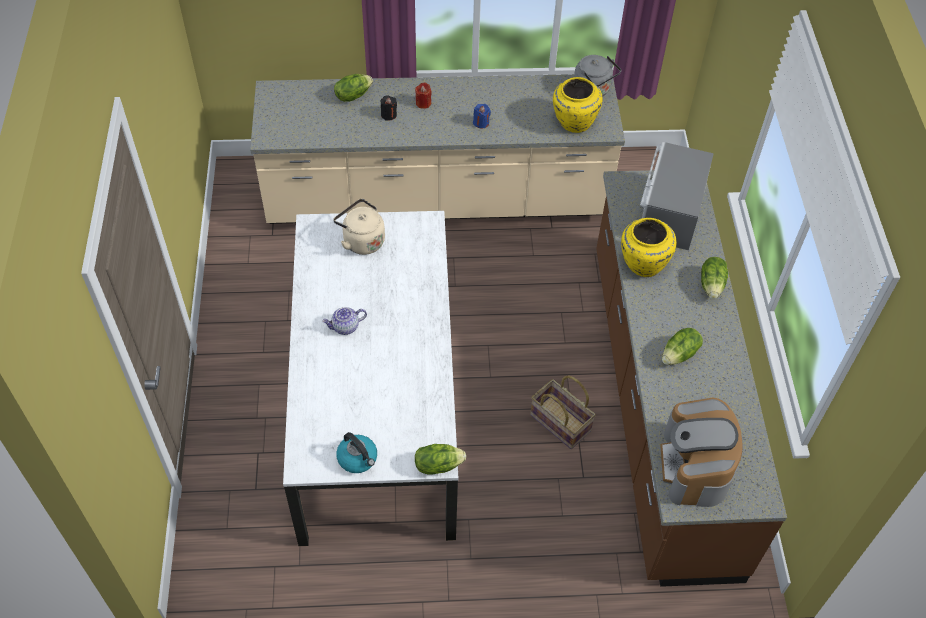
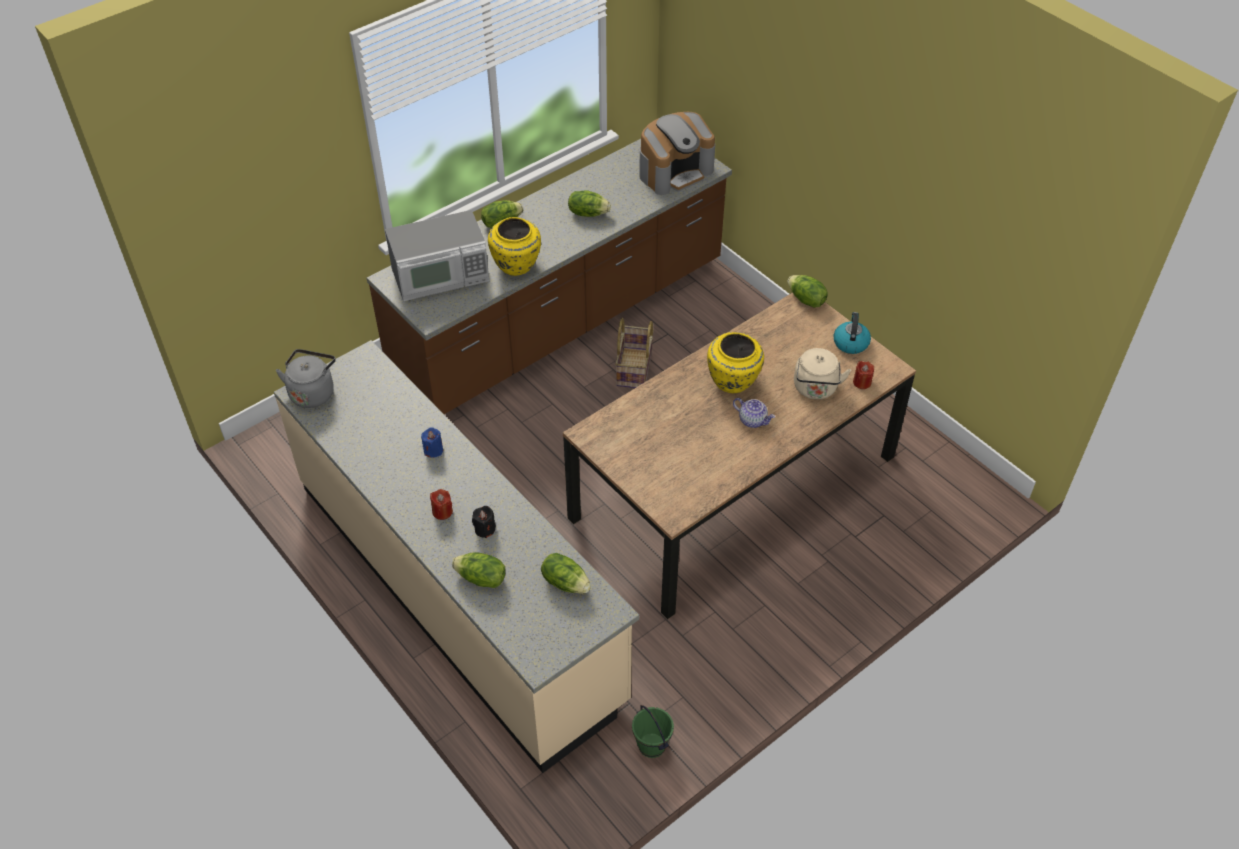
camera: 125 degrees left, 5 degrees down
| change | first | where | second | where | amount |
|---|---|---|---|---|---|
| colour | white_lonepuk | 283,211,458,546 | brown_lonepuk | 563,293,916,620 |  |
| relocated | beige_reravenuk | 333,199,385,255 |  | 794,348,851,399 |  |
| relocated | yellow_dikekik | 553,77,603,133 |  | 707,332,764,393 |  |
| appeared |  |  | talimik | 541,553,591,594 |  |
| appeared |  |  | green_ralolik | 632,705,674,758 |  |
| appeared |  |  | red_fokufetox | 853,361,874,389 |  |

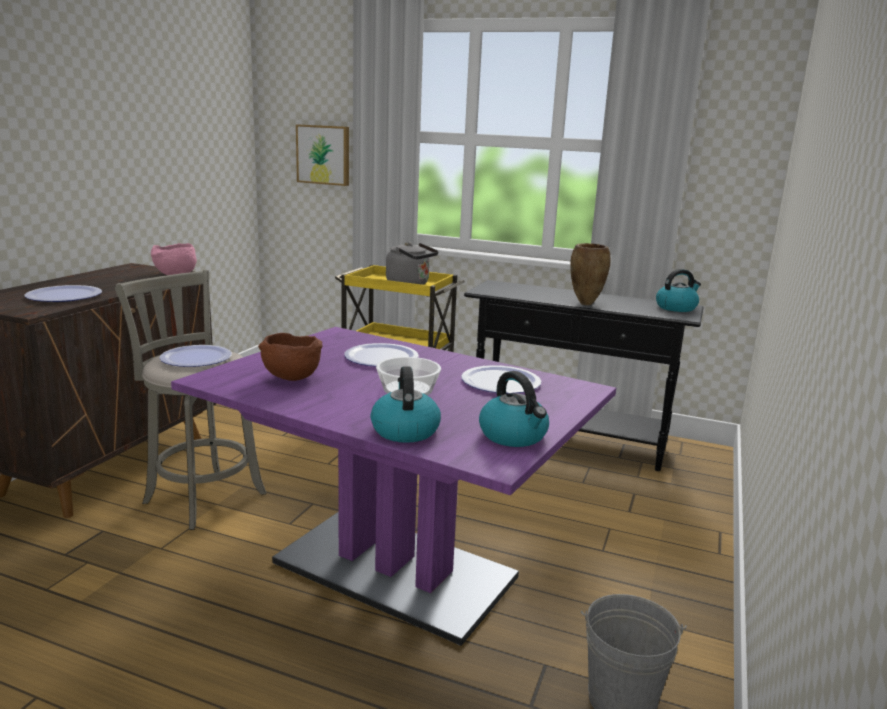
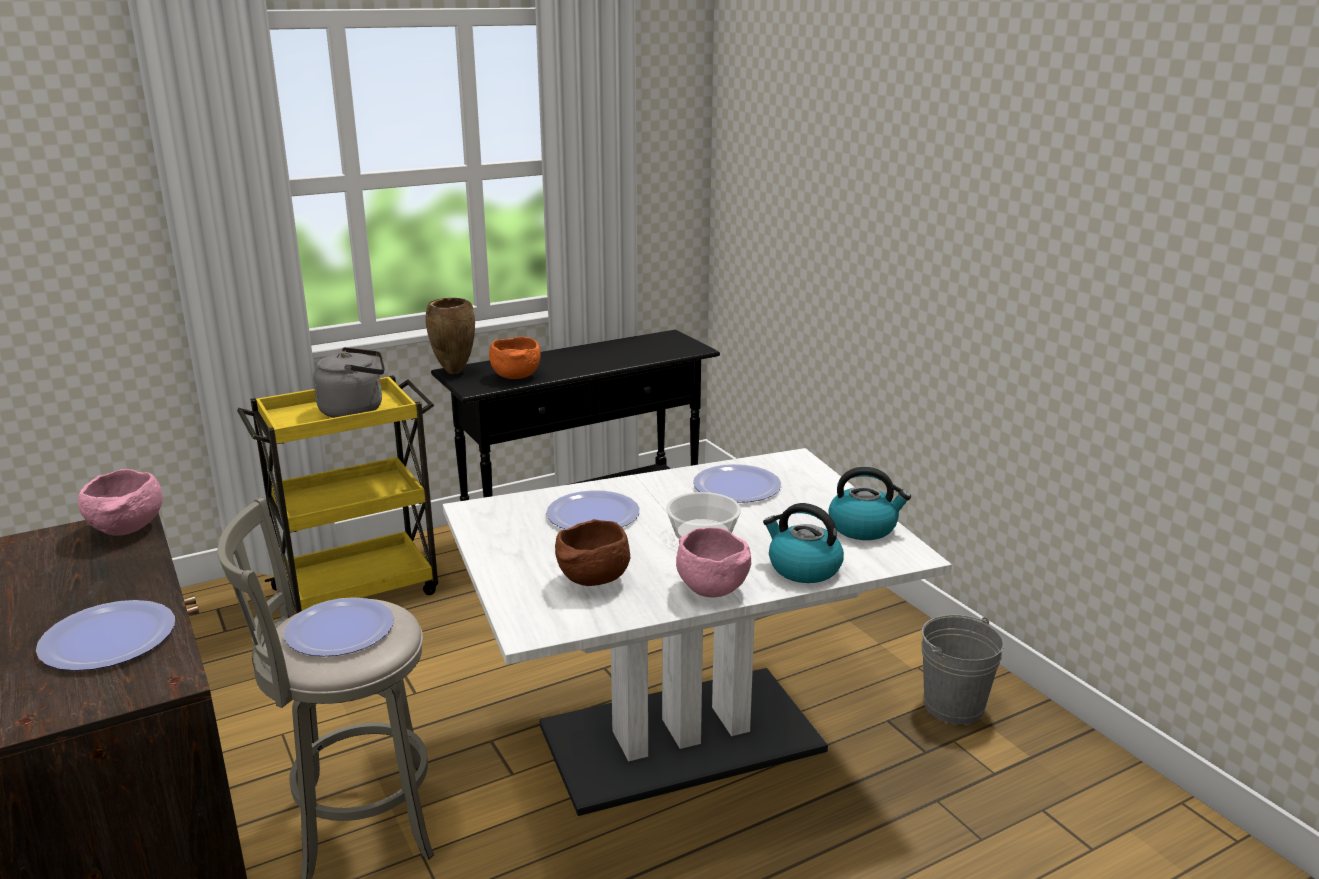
camera: 50 degrees left, 5 degrees up
| change | first | where | second | where | amount |
|---|---|---|---|---|---|
| colour | purple_lonepuk | 171,327,616,646 | white_lonepuk | 443,448,952,816 |  |
| missing | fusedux | 296,124,349,186 |  |  |  |
| relocated | brown_dikekik | 570,243,611,306 |  | 426,298,475,374 |  |
| missing | reravenuk | 656,269,701,312 |  |  |  |
| appeared |  |  | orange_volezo | 489,337,541,379 |  |
| appeared |  |  | pink_volezo | 676,527,751,598 |  |

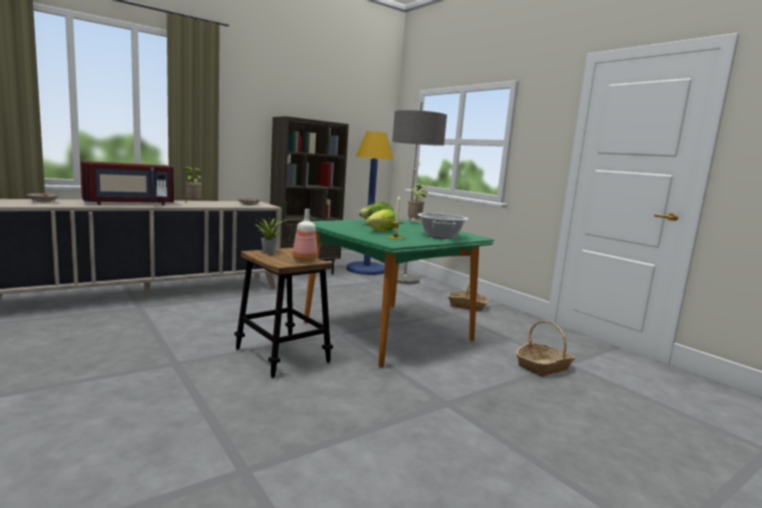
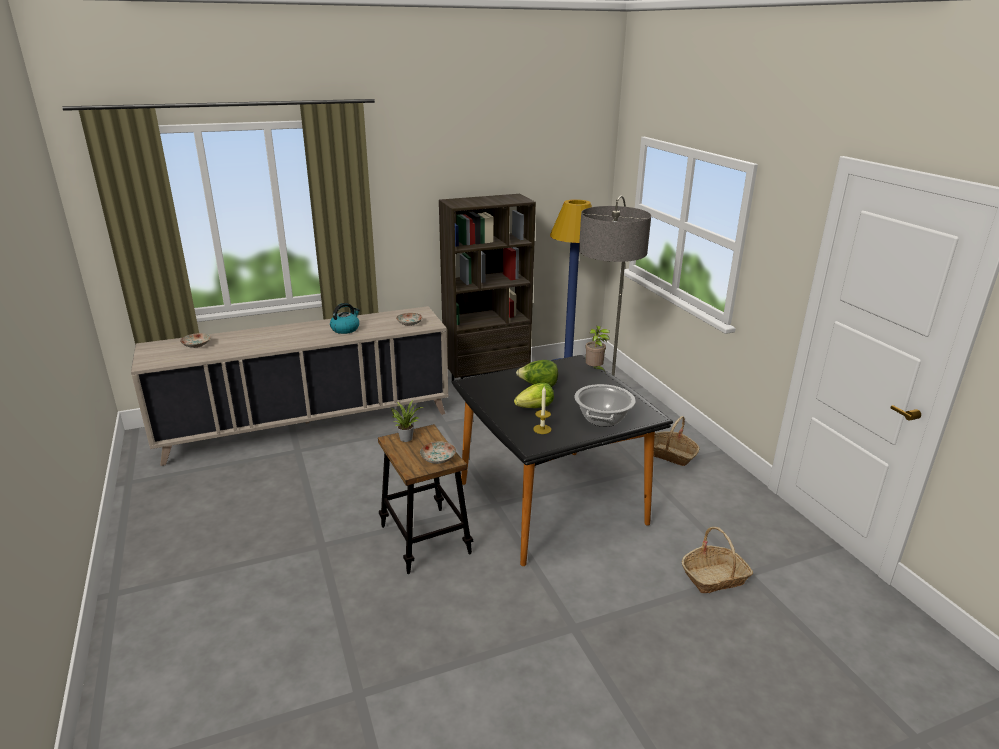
camera: 15 degrees right, 15 degrees up
| change | first | where | second | where | amount |
|---|---|---|---|---|---|
| missing | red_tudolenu | 80,161,174,205 |  |  |  |
| exchanged | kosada | 182,167,202,203 | reravenuk | 330,303,360,334 |  |
| exchanged | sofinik | 292,209,318,261 | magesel | 420,441,456,464 |  |
| colour | green_lonepuk | 304,219,495,368 | black_lonepuk | 452,355,673,566 |  |

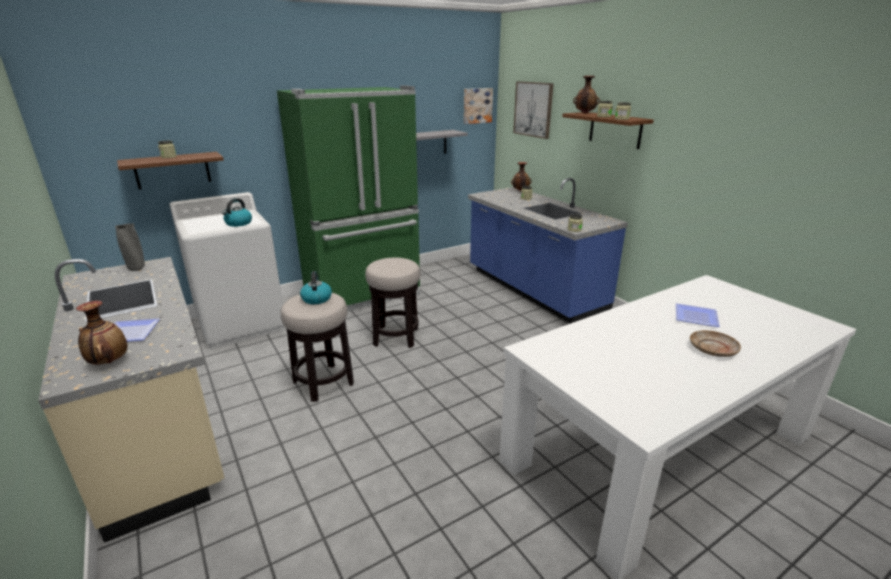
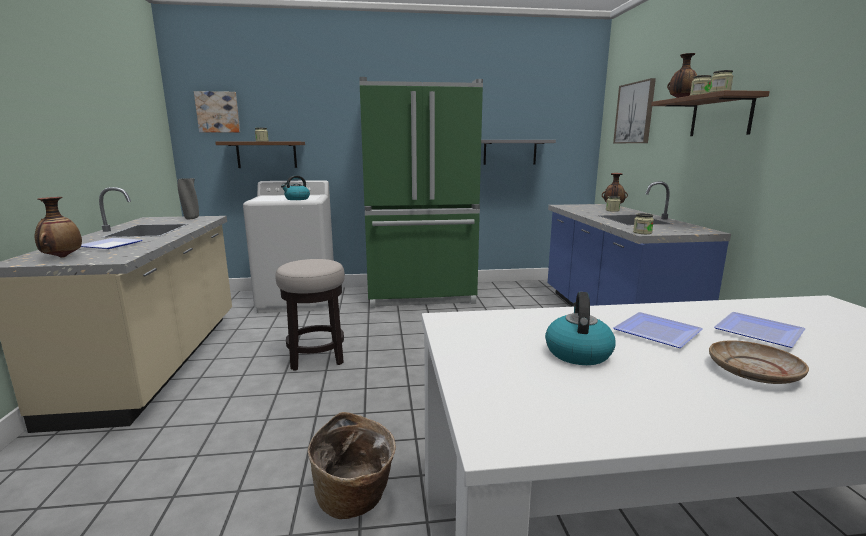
camera: 25 degrees right, 10 degrees down
| change | first | where | second | where | amount |
|---|---|---|---|---|---|
| relocated | reravenuk | 300,271,332,304 |  | 545,292,615,365 |  |
| missing | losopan | 365,258,421,348 |  |  |  |
| relocated | fusedux | 464,88,493,124 |  | 194,91,240,133 |  |
| appeared |  |  | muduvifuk | 308,412,396,519 |  |
| appeared |  |  | magesel | 613,312,703,348 |  |

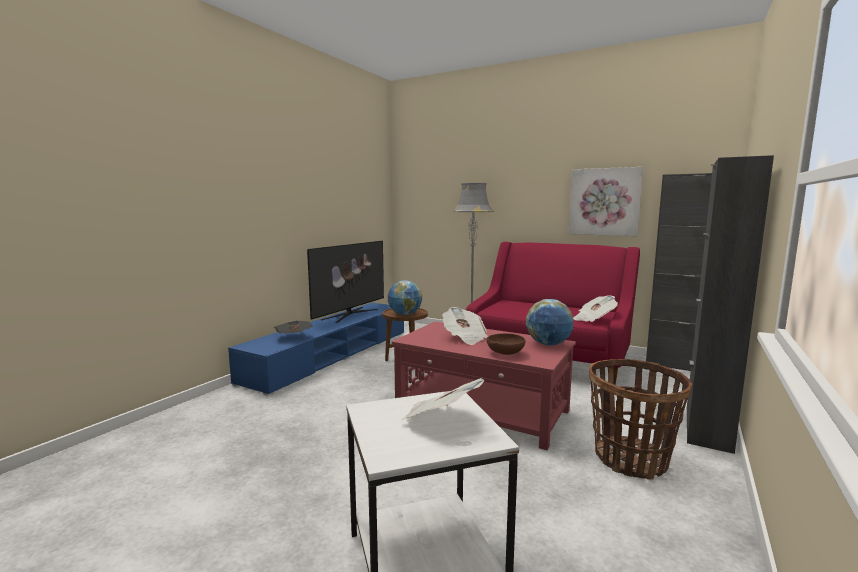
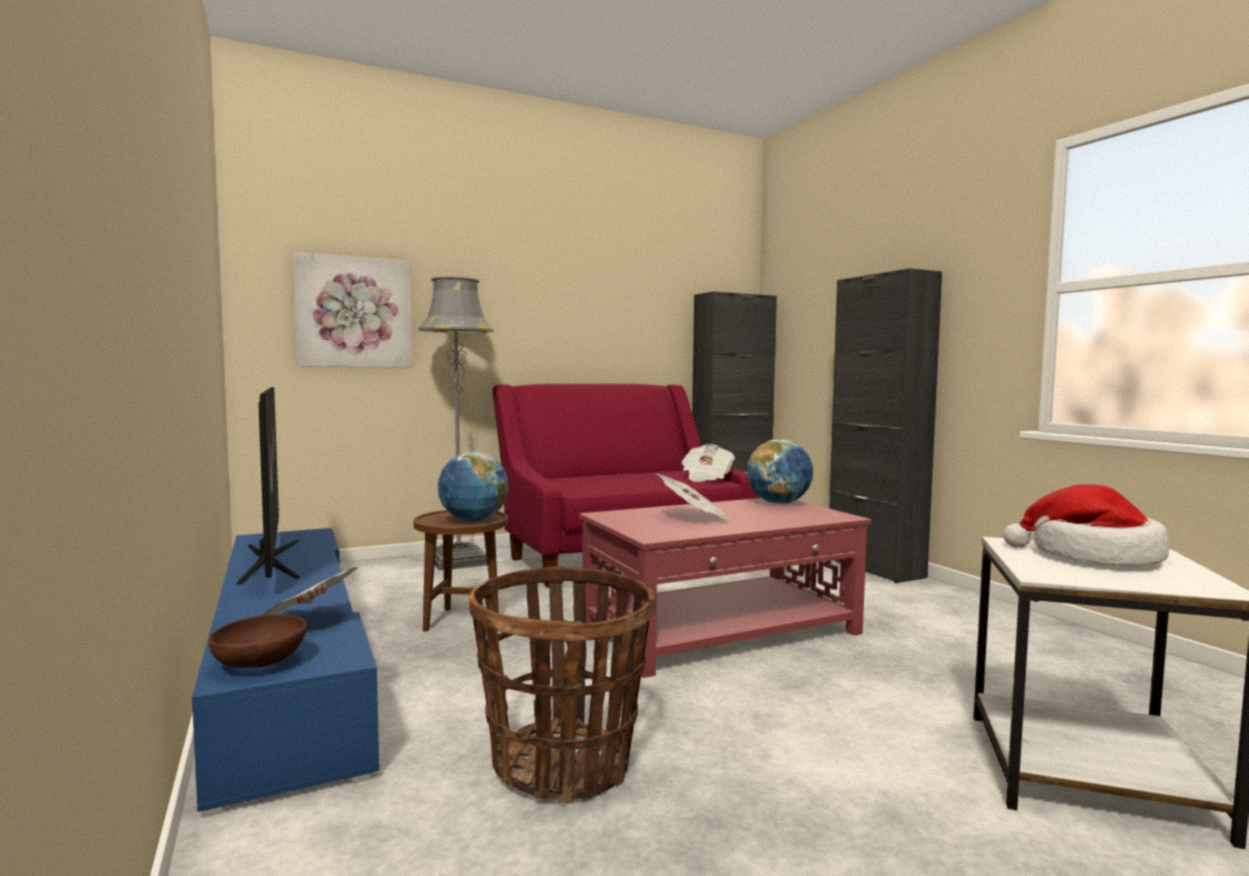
camera: 55 degrees left, 5 degrees down
| change | first | where | second | where | amount |
|---|---|---|---|---|---|
| exchanged | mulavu | 401,377,484,420 | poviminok | 1004,484,1169,566 |  |
| relocated | brown_volezo | 487,333,525,355 |  | 208,614,307,668 |  |
| relocated | fusedux | 569,167,643,236 |  | 293,252,412,368 |  |
| relocated | muduvifuk | 589,359,692,480 |  | 469,566,654,803 |  |

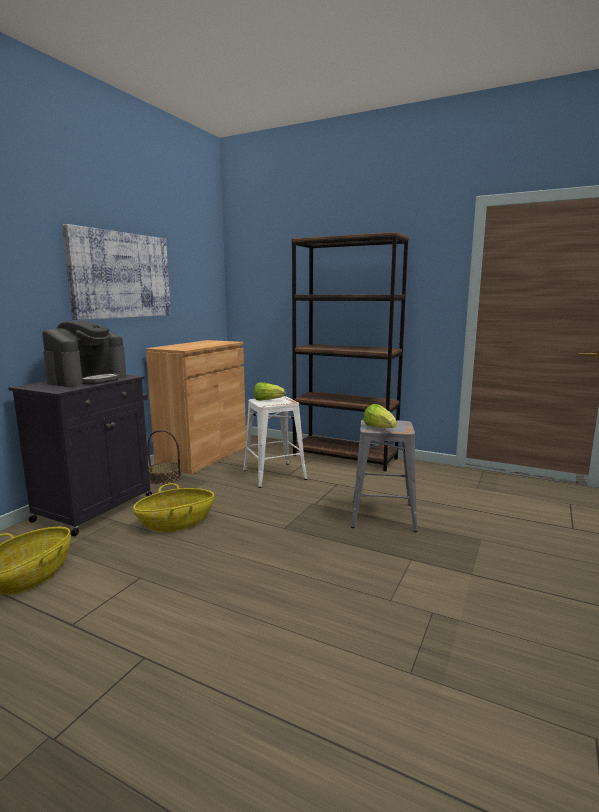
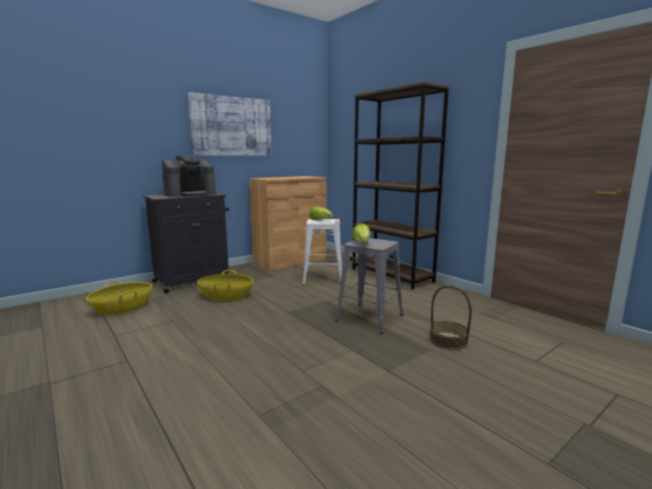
camera: 25 degrees right, 0 degrees up
| change | first | where | second | where | amount |
|---|---|---|---|---|---|
| relocated | muduvifuk | 147,430,182,484 |  | 429,285,472,350 |  |

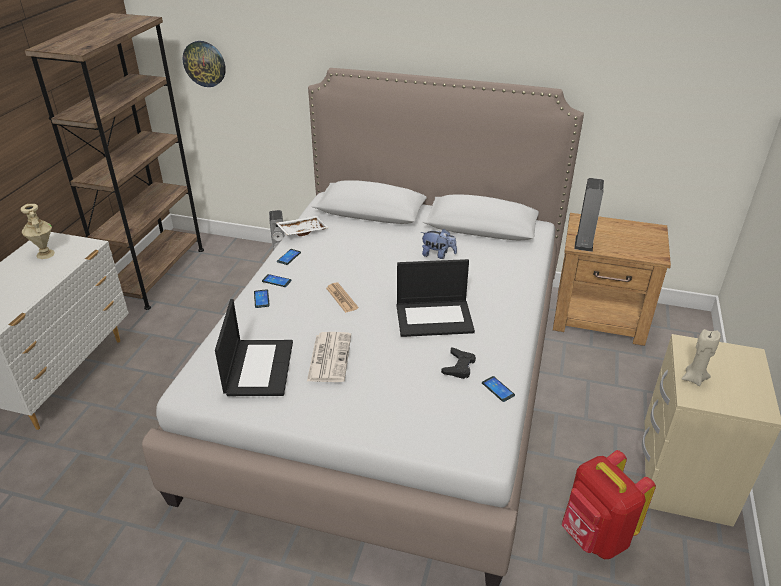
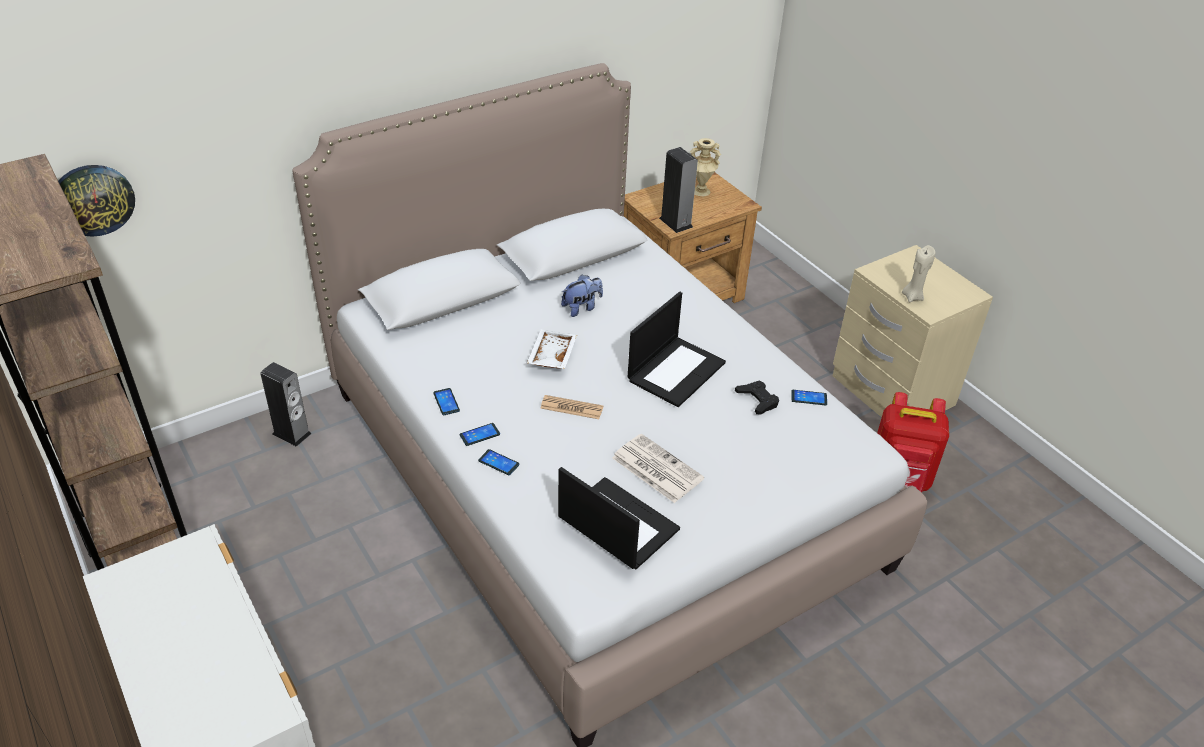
camera: 50 degrees left, 5 degrees up
| change | first | where | second | where | amount |
|---|---|---|---|---|---|
| relocated | beige_dikekik | 20,204,55,259 |  | 690,138,721,197 |  |
| relocated | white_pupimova | 276,216,329,236 |  | 527,329,577,369 |  |

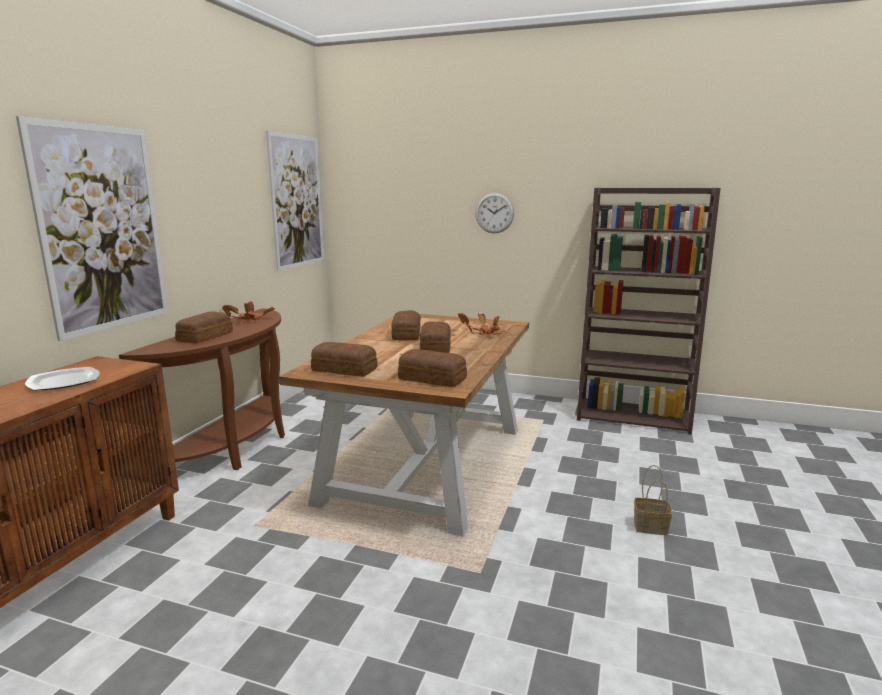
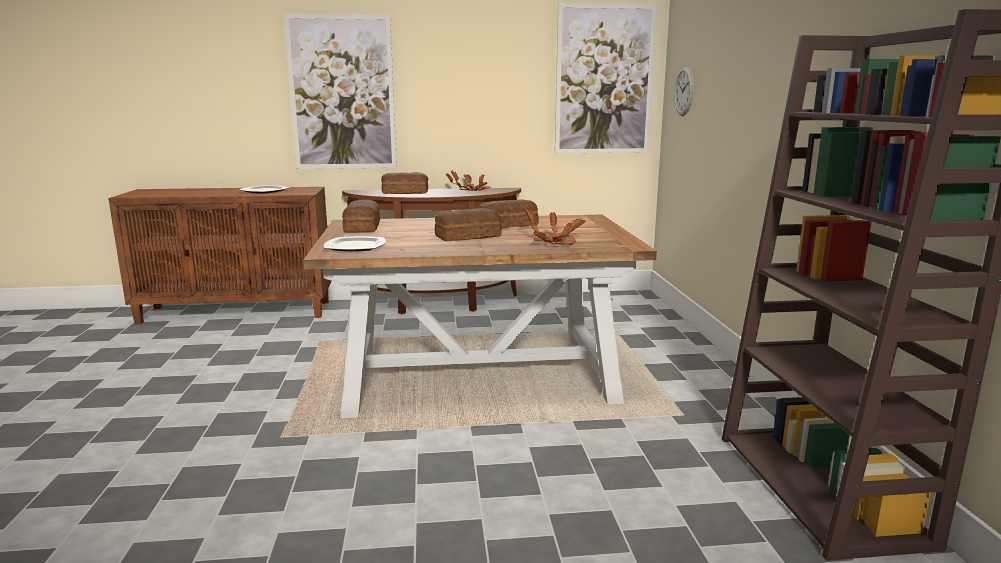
camera: 65 degrees right, 0 degrees up
| change | first | where | second | where | amount |
|---|---|---|---|---|---|
| exchanged | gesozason | 398,349,467,387 | magesel | 324,236,386,251 |  |
| relocated | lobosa | 475,193,514,233 |  | 674,67,694,116 |  |
| missing | muduvifuk | 634,465,672,535 |  |  |  |

